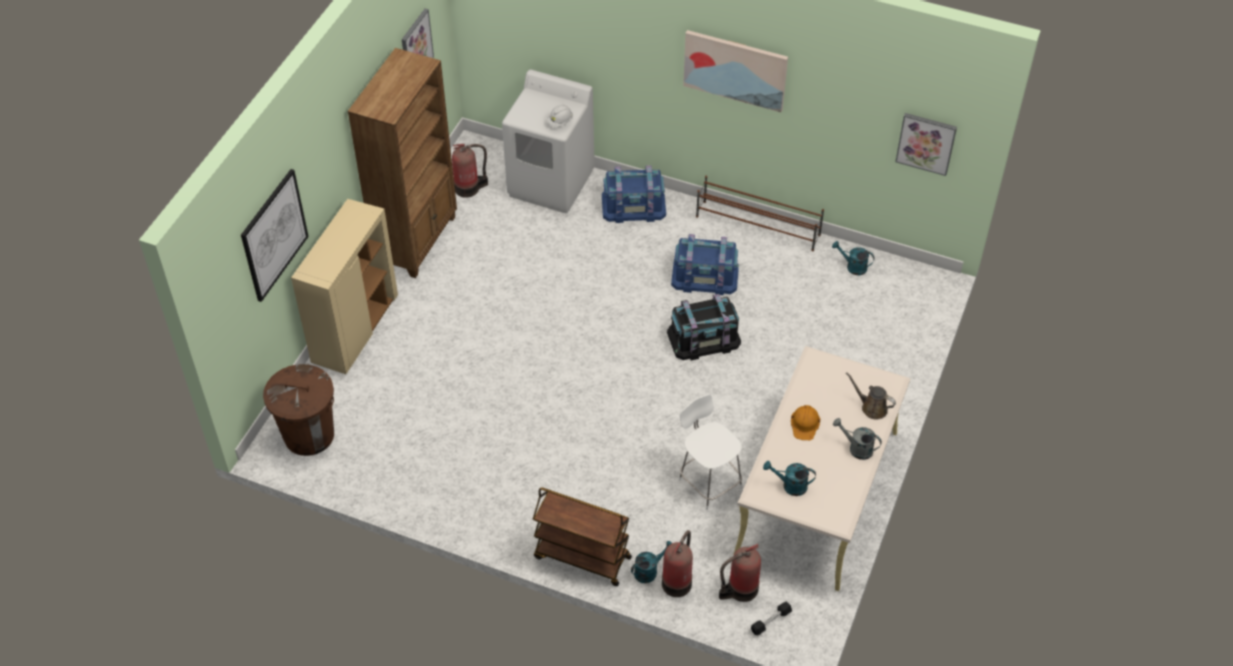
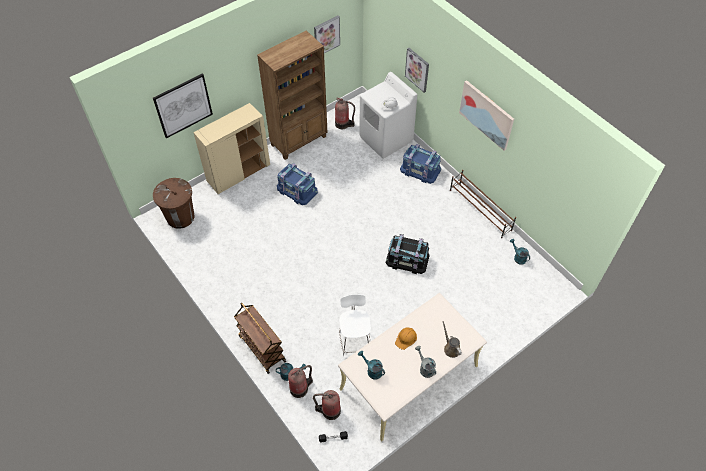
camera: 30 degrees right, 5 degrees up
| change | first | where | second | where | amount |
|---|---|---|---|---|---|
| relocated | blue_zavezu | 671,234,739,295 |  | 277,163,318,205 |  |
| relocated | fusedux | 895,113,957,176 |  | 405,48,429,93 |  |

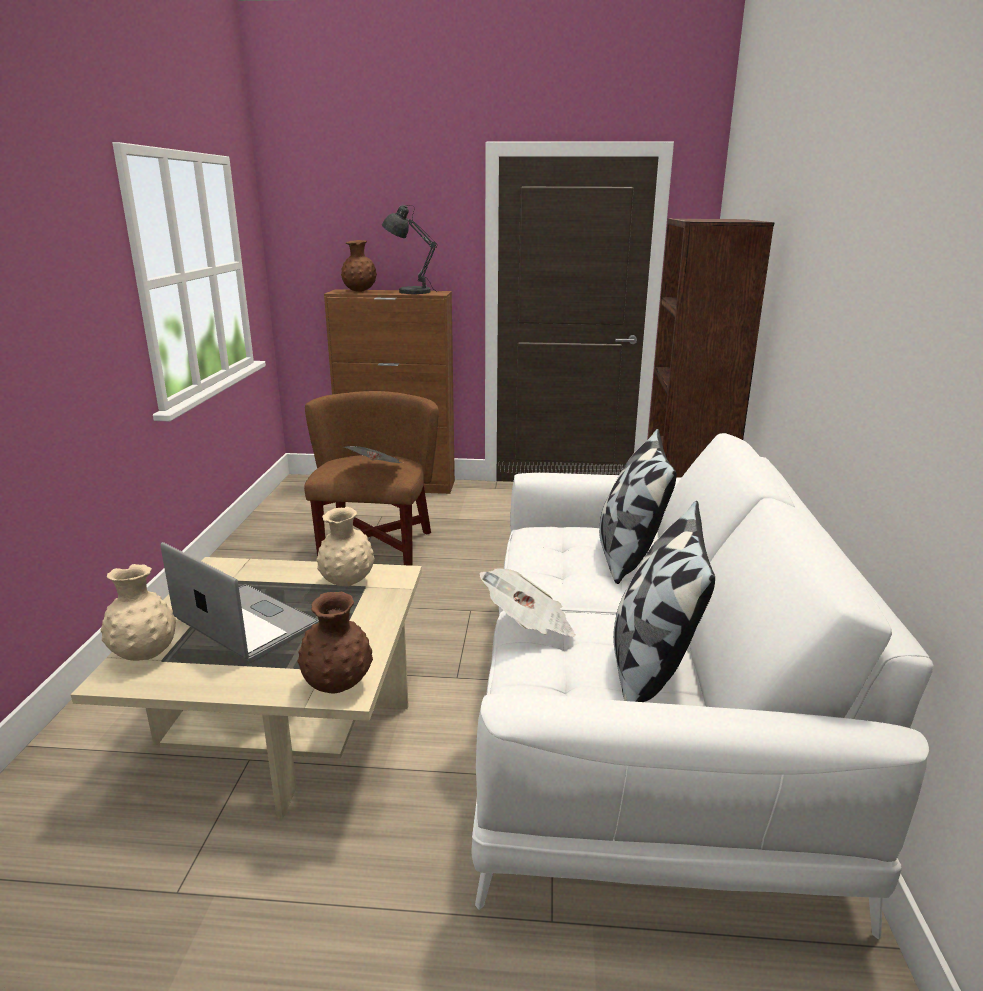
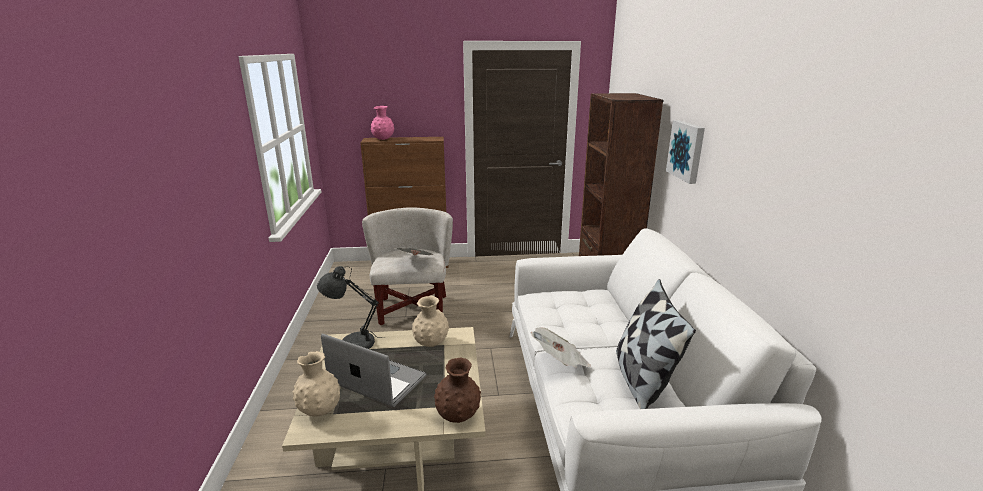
camera: 10 degrees left, 0 degrees up
| change | first | where | second | where | amount |
|---|---|---|---|---|---|
| colour | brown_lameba | 304,391,439,566 | white_lameba | 362,207,453,325 |  |
| colour | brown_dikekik | 341,240,377,292 | pink_dikekik | 371,106,394,140 |  |
| relocated | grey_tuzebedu | 382,205,440,294 |  | 317,266,385,349 |  |
| missing | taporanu | 599,429,677,584 |  |  |  |
| appeared |  |  | fusedux | 666,120,705,184 |  |

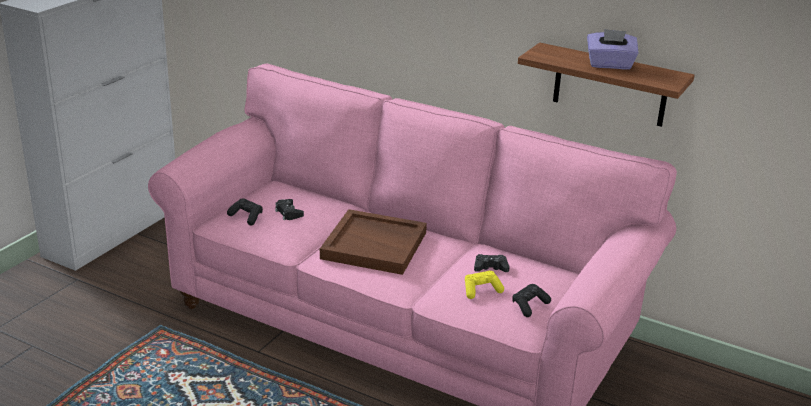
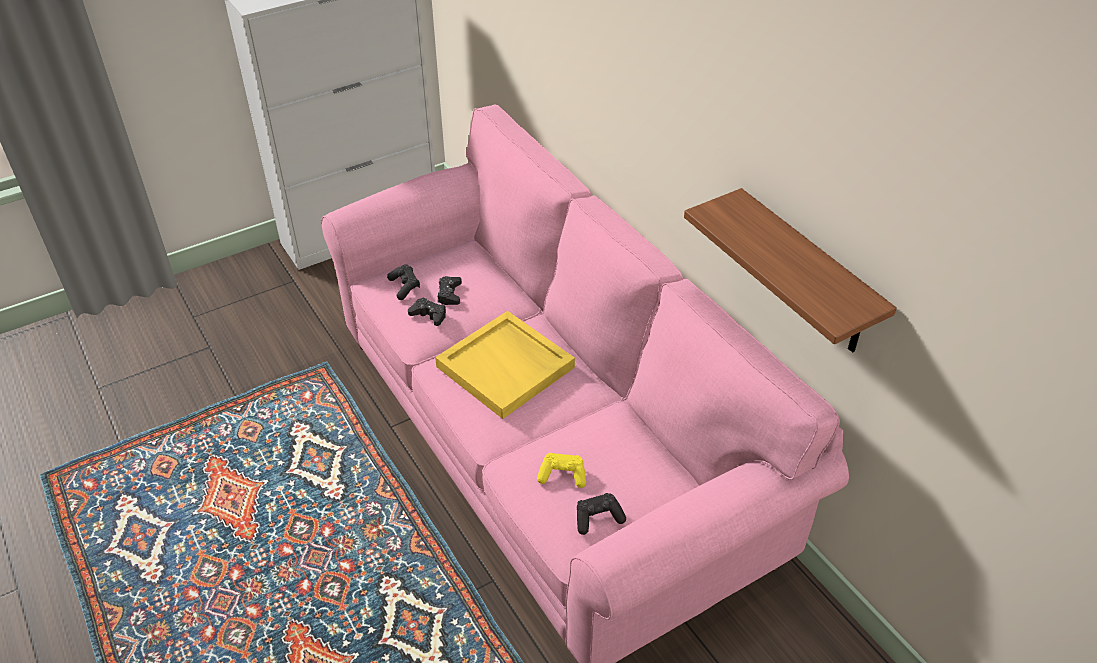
camera: 30 degrees right, 15 degrees up
| change | first | where | second | where | amount |
|---|---|---|---|---|---|
| colour | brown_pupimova | 320,209,427,275 | yellow_pupimova | 435,311,575,419 |  |
| relocated | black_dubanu | 474,254,510,272 |  | 408,298,446,326 |  |
| missing | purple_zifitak | 587,29,639,69 |  |  |  |

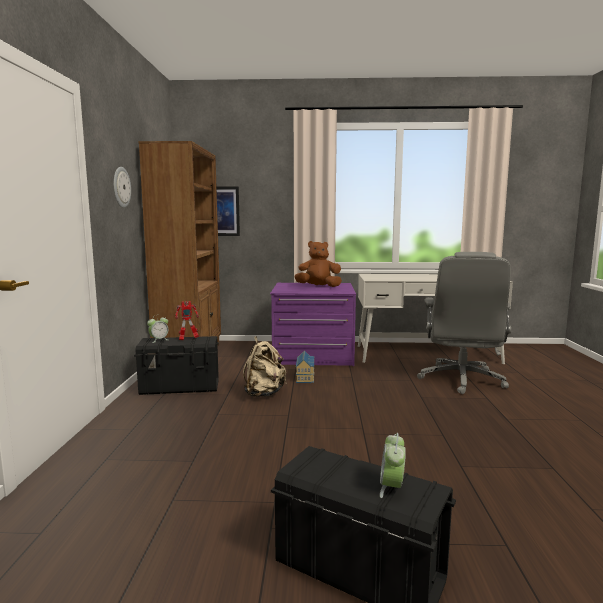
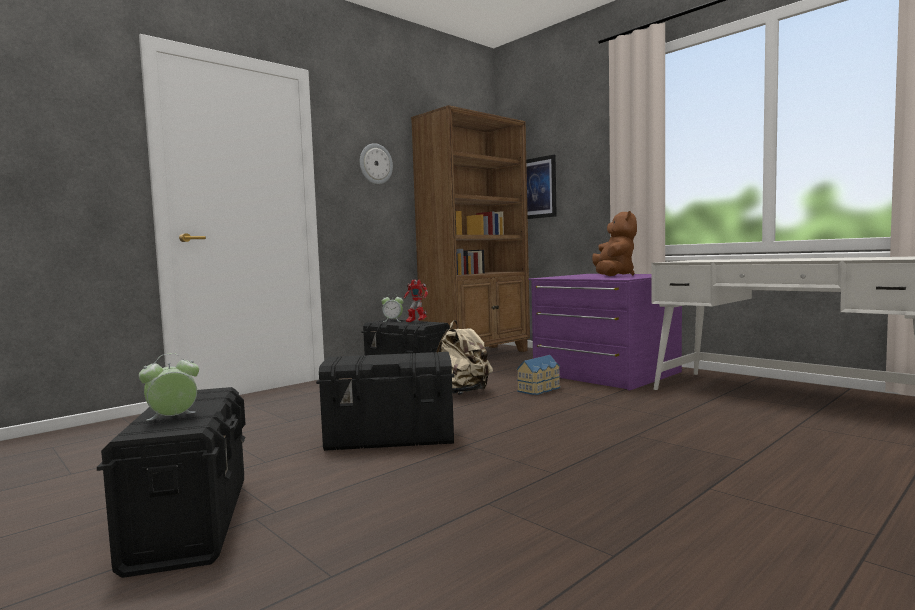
camera: 45 degrees right, 5 degrees down
| change | first | where | second | where | amount |
|---|---|---|---|---|---|
| spun | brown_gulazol | 294,241,342,287 |  | 592,211,637,276 | 60 degrees clockwise |
| missing | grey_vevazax | 417,252,511,394 |  |  |  |
| appeared |  |  | black_zavezu | 316,352,454,451 |  |

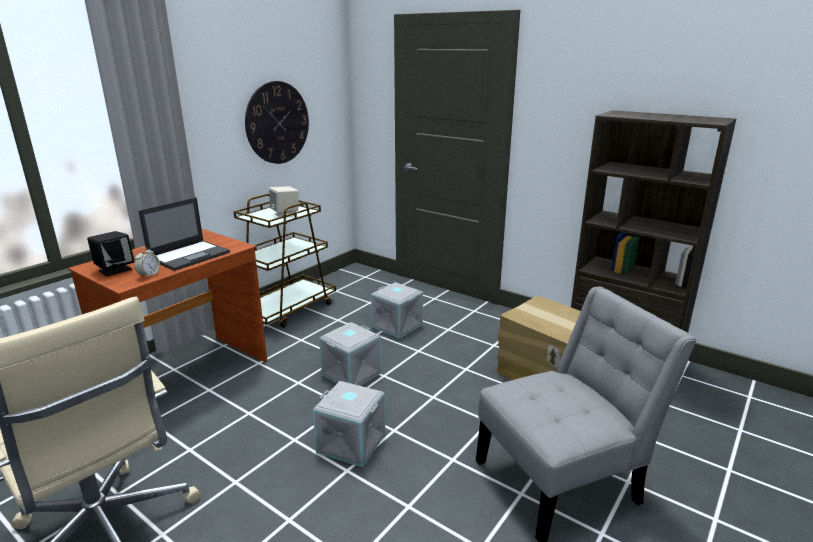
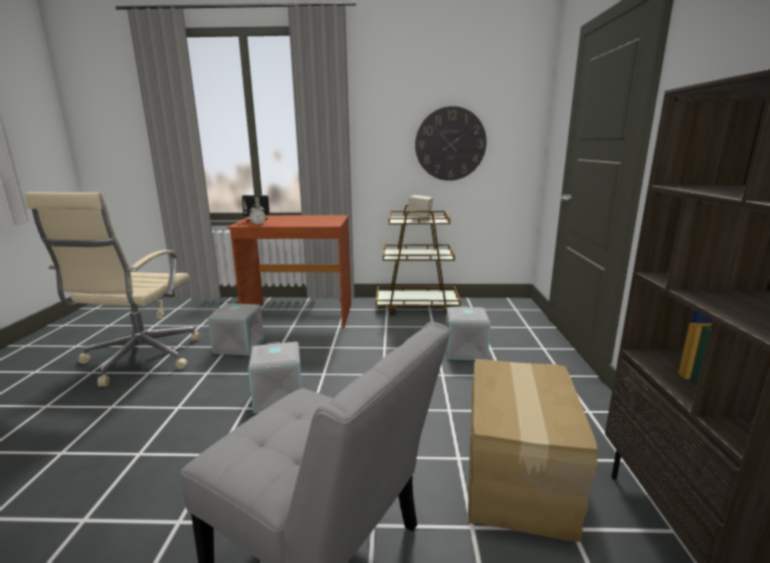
camera: 55 degrees right, 5 degrees down
| change | first | where | second | where | amount |
|---|---|---|---|---|---|
| missing | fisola | 138,197,230,271 |  |  |  |
| relocated | grey_zavezu | 319,322,382,386 |  | 208,303,264,355 |  |

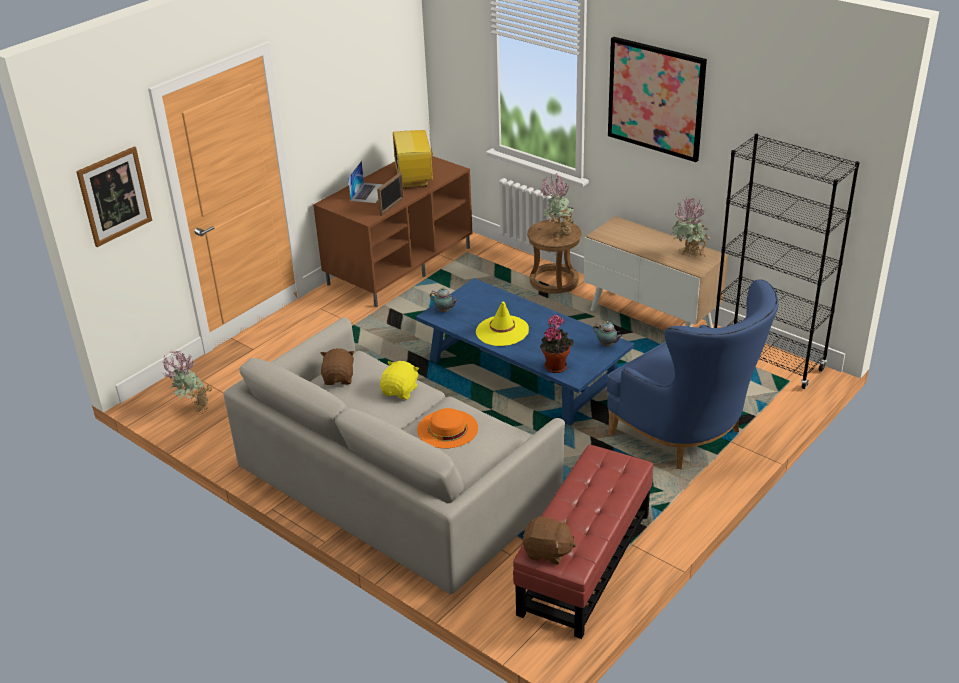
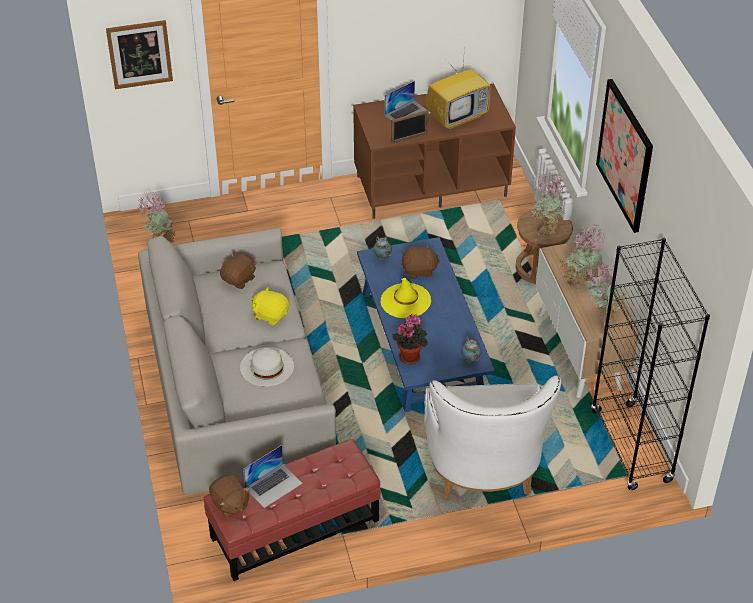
camera: 35 degrees right, 10 degrees up
| change | first | where | second | where | amount |
|---|---|---|---|---|---|
| spun | yellow_gulazol | 380,361,419,399 |  | 252,287,289,326 | 120 degrees counterclockwise |
| spun | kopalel | 393,116,433,189 |  | 427,45,491,130 | 150 degrees counterclockwise |
| colour | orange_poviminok | 417,408,478,448 | white_poviminok | 240,347,294,387 |  |
| colour | blue_lameba | 606,280,779,469 | white_lameba | 425,376,561,499 |  |
| appeared |  |  | fisola | 243,445,303,508 |  |
| appeared |  |  | brown_gulazol | 401,244,440,279 |  |
| appeared |  |  | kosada | 559,225,605,289 |  |

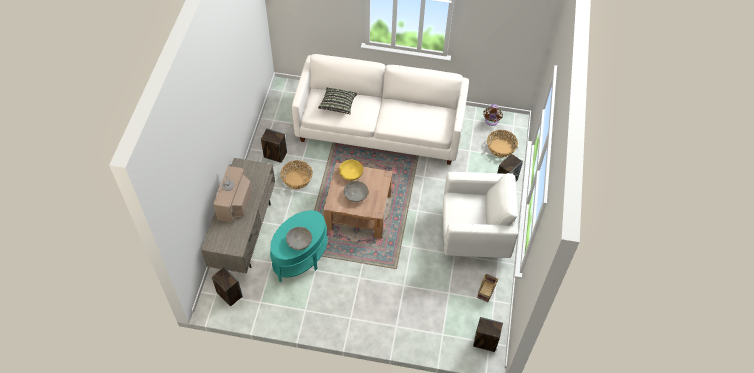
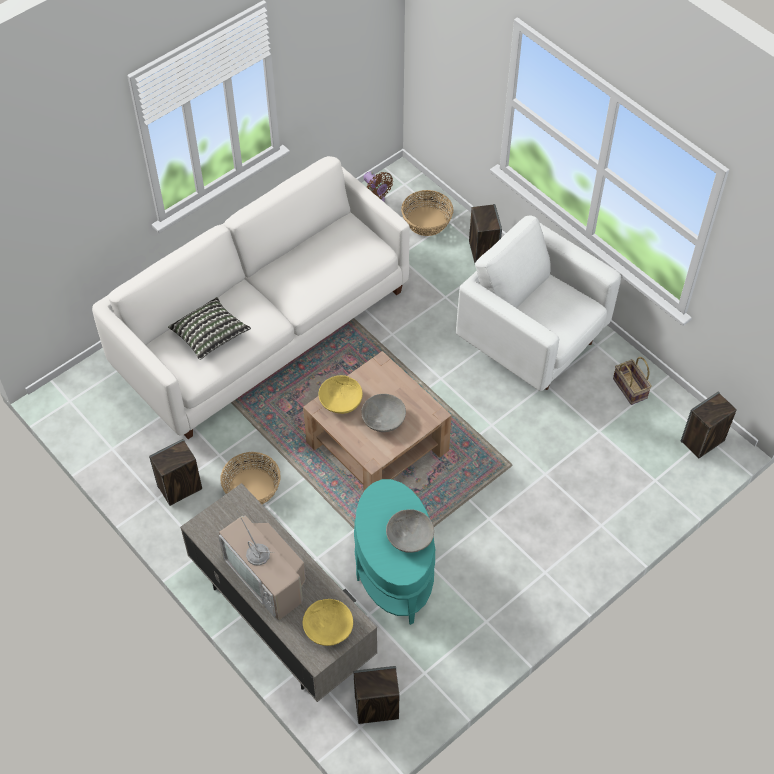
camera: 50 degrees left, 0 degrees up
| change | first | where | second | where | amount |
|---|---|---|---|---|---|
| spun | white_lameba | 443,172,518,258 |  | 456,216,621,391 | 90 degrees counterclockwise |
| appeared |  |  | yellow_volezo | 303,599,353,646 |  |

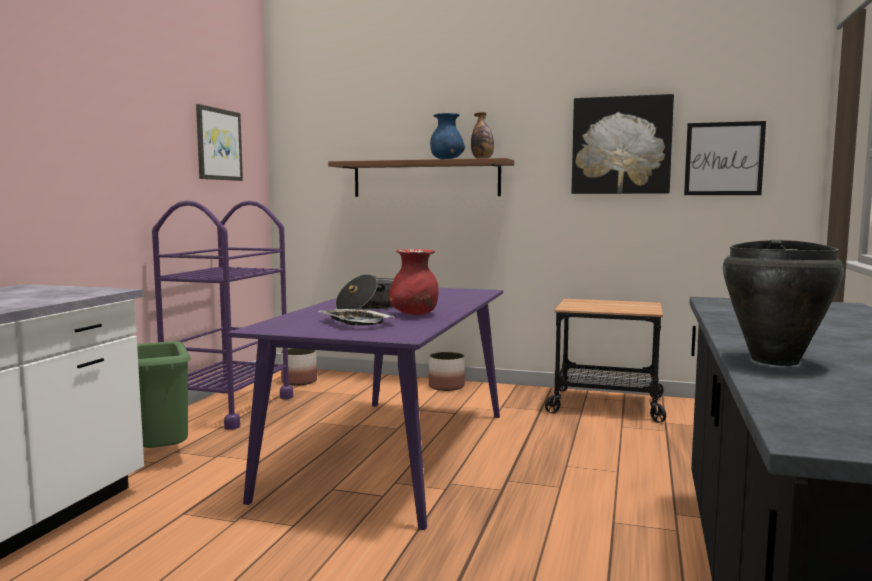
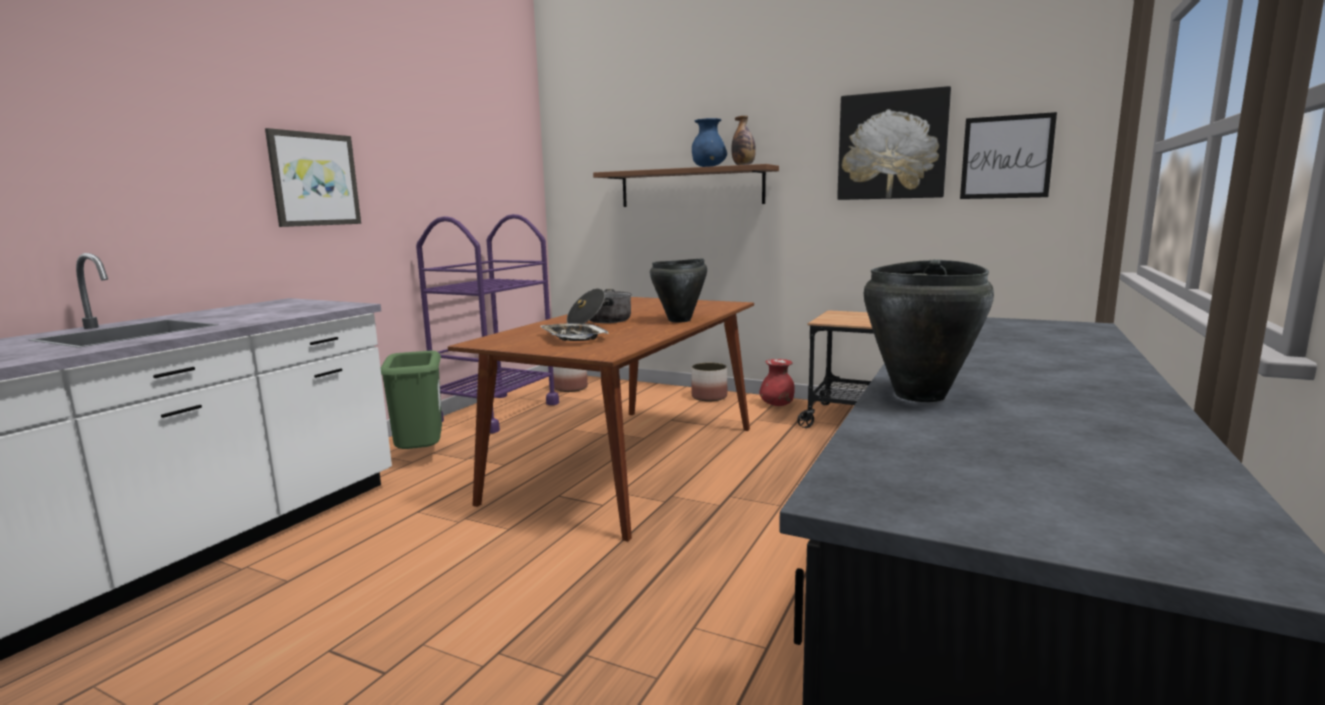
camera: 10 degrees right, 5 degrees up
| change | first | where | second | where | amount |
|---|---|---|---|---|---|
| relocated | fusedux | 196,104,243,181 |  | 265,128,361,227 |  |
| colour | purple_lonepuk | 228,288,503,530 | brown_lonepuk | 448,297,754,542 |  |
| relocated | red_dikekik | 389,249,438,315 |  | 759,359,795,406 |  |
| appeared |  |  | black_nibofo | 650,258,707,322 |  |

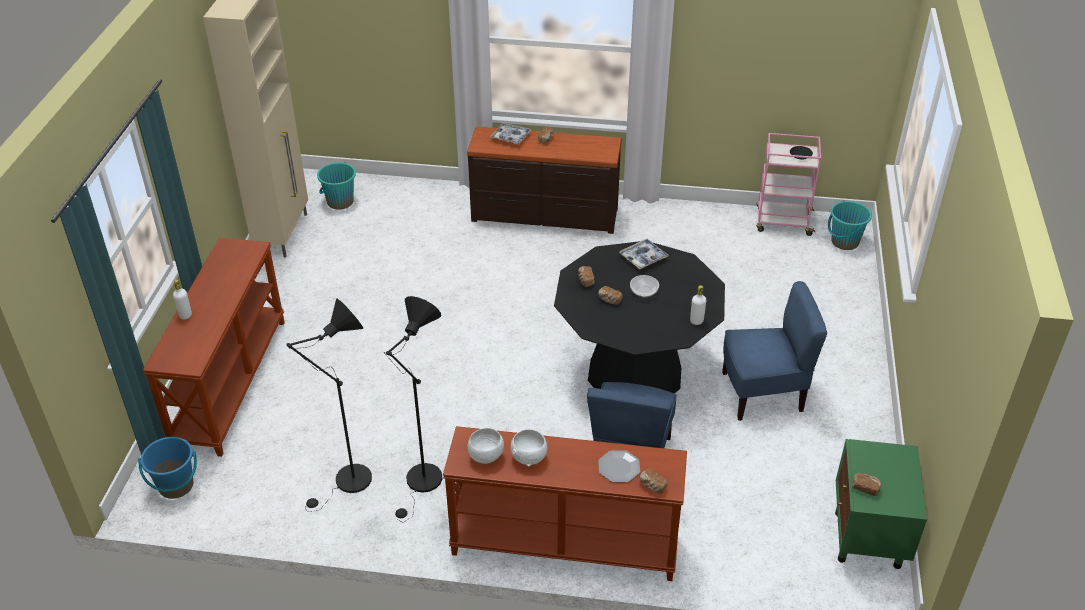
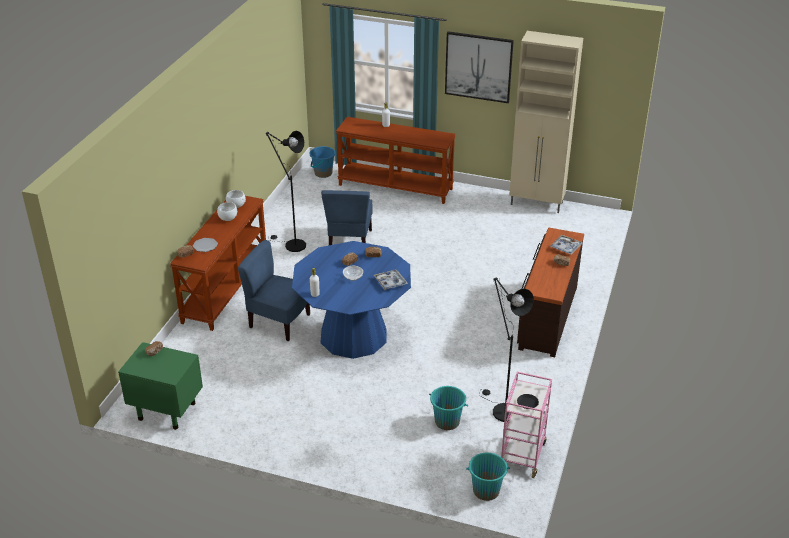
camera: 100 degrees right, 5 degrees down
| change | first | where | second | where | amount |
|---|---|---|---|---|---|
| relocated | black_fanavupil | 287,298,372,512 |  | 479,277,534,422 |  |
| relocated | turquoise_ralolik | 317,162,356,210 |  | 429,386,468,430 |  |
| colour | black_lonepuk | 554,241,725,393 | blue_lonepuk | 292,241,411,359 |  |
| relocated | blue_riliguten | 722,281,827,421 |  | 321,190,372,245 |  |
| appeared |  |  | fusedux | 445,31,514,103 |  |

